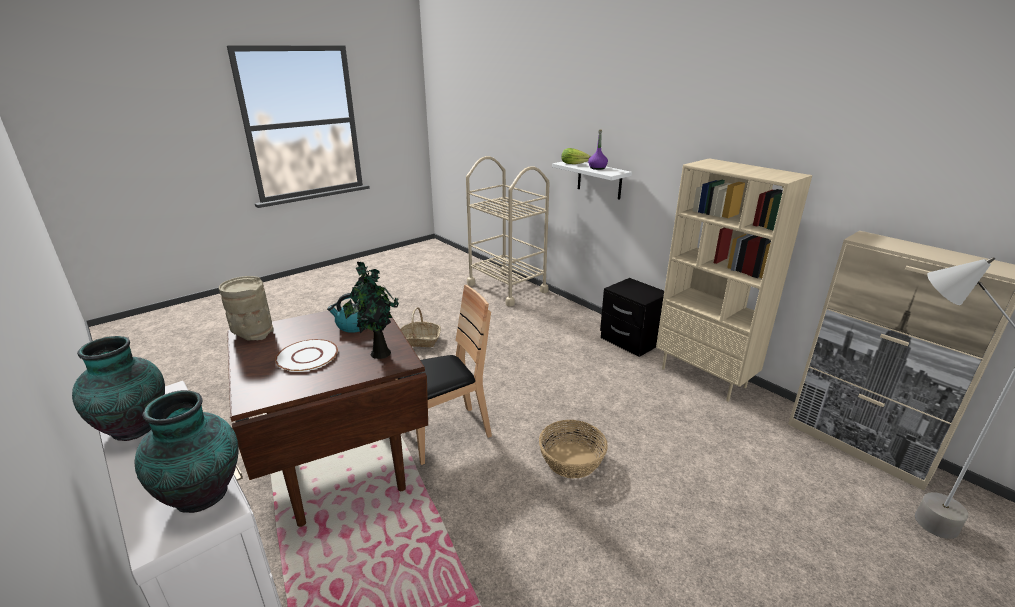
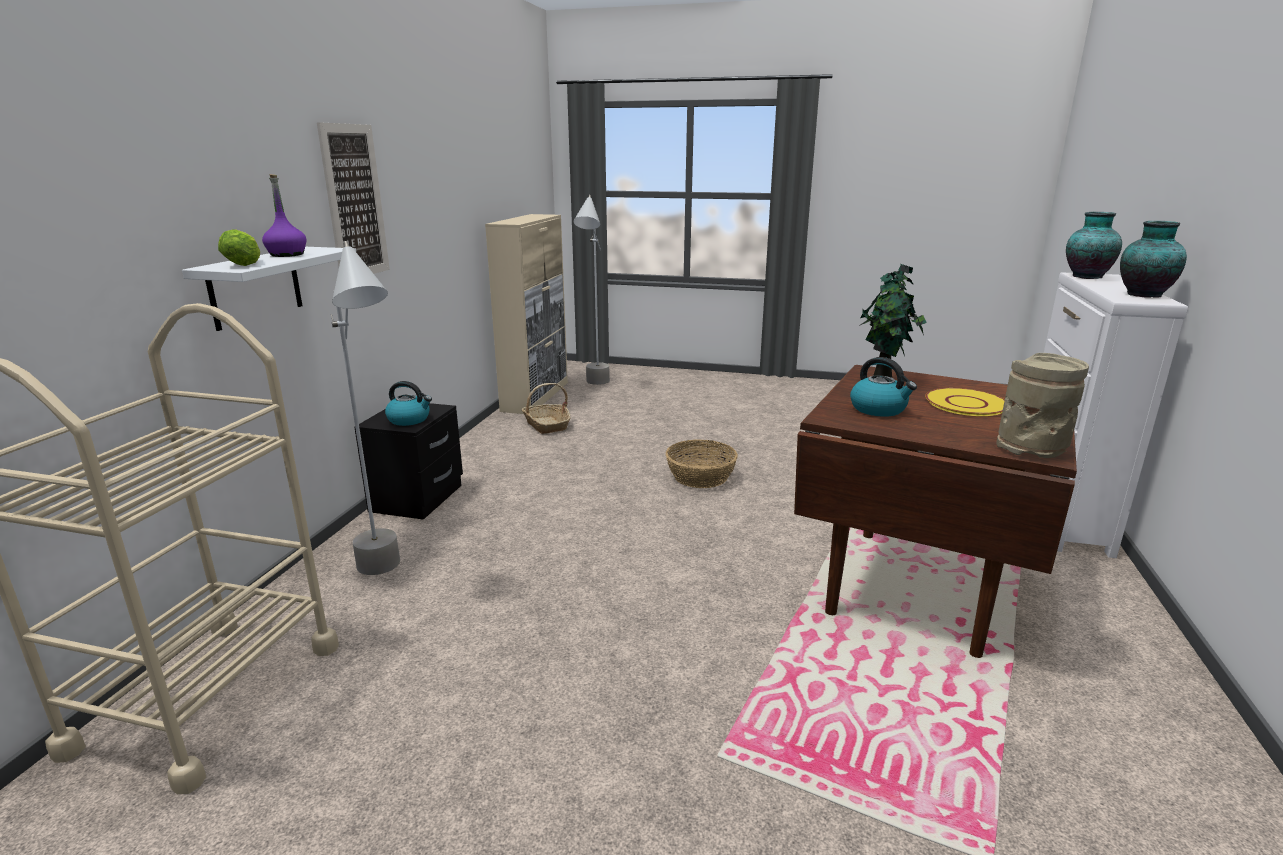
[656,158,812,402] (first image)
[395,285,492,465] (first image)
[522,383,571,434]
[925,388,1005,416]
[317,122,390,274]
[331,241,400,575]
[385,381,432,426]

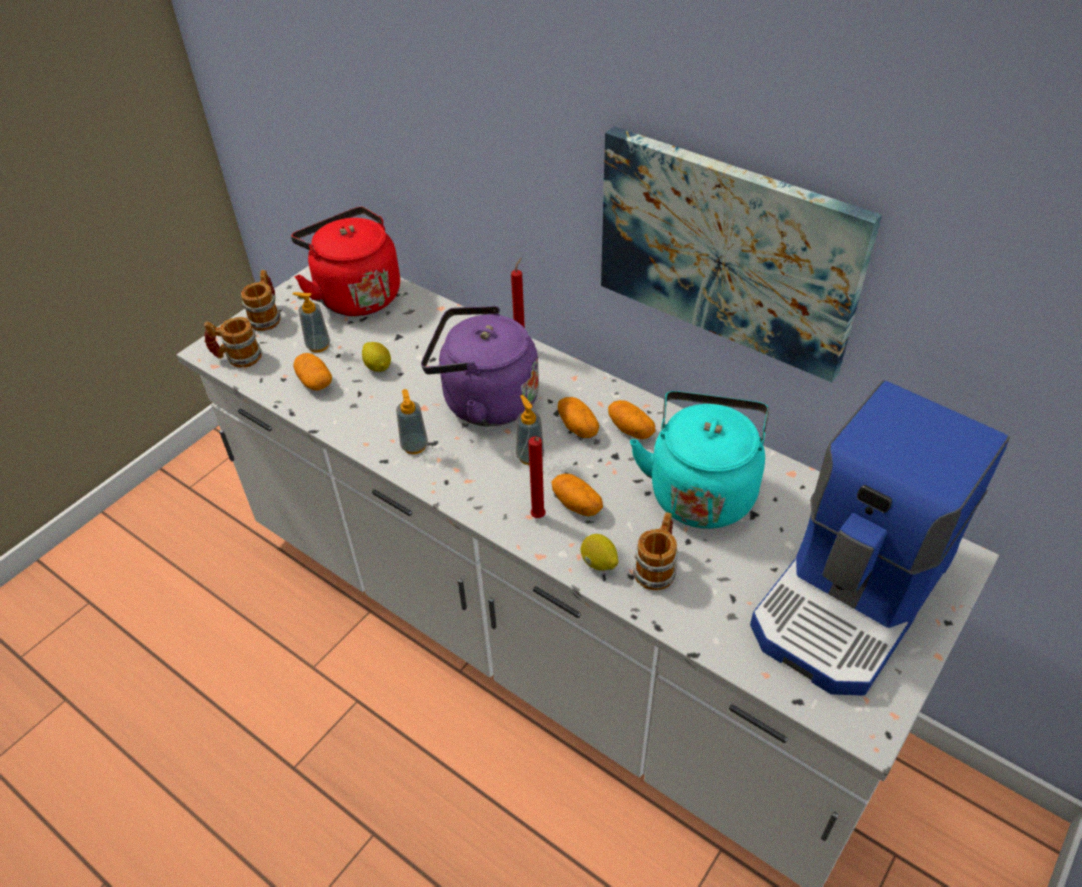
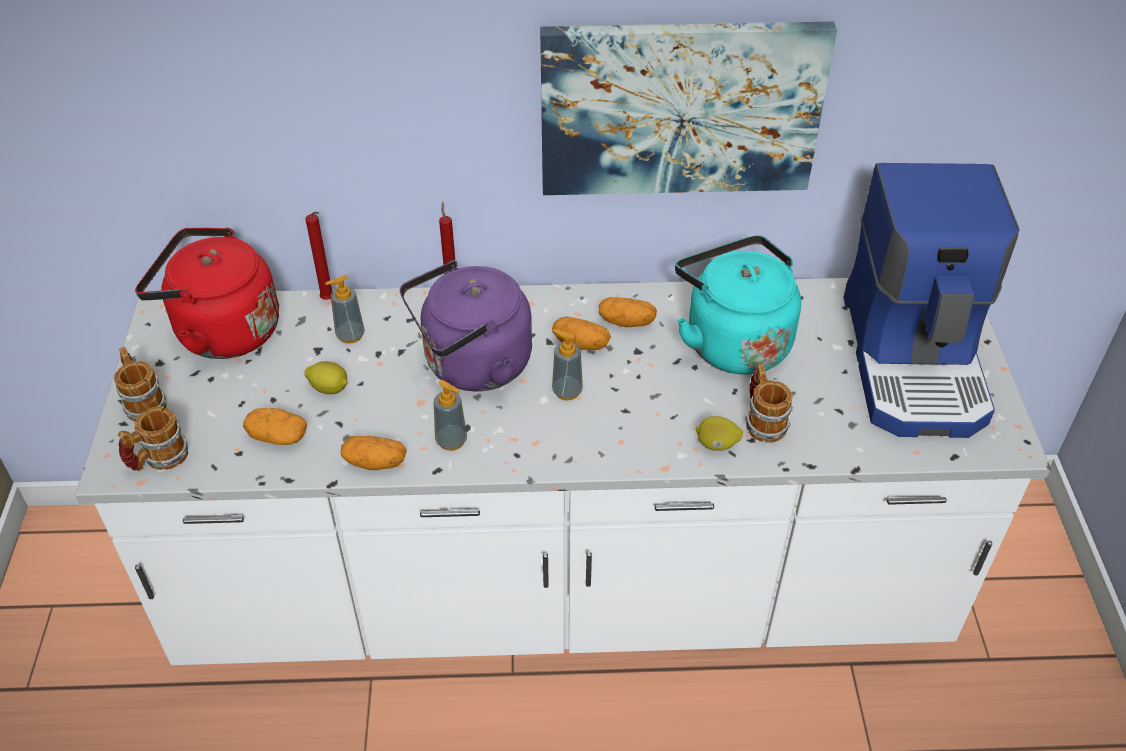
[325,275,365,344]
[305,212,333,300]
[341,436,407,470]

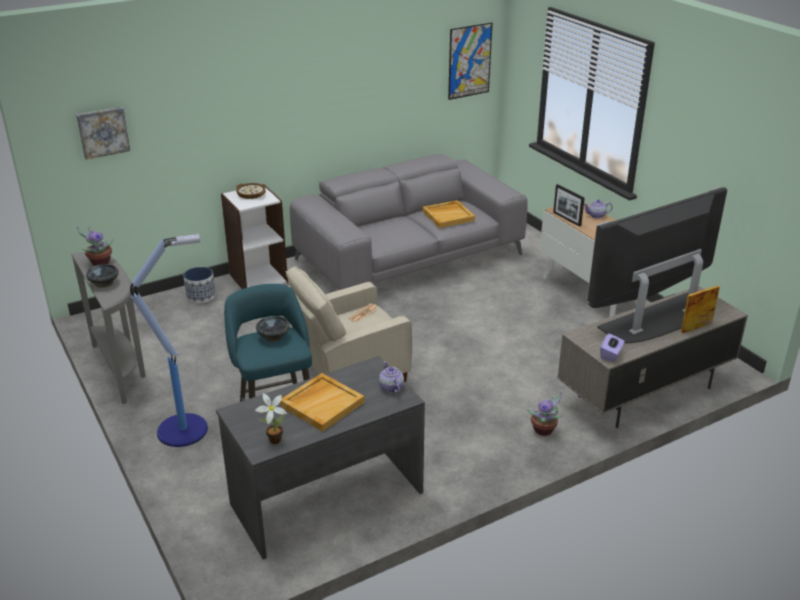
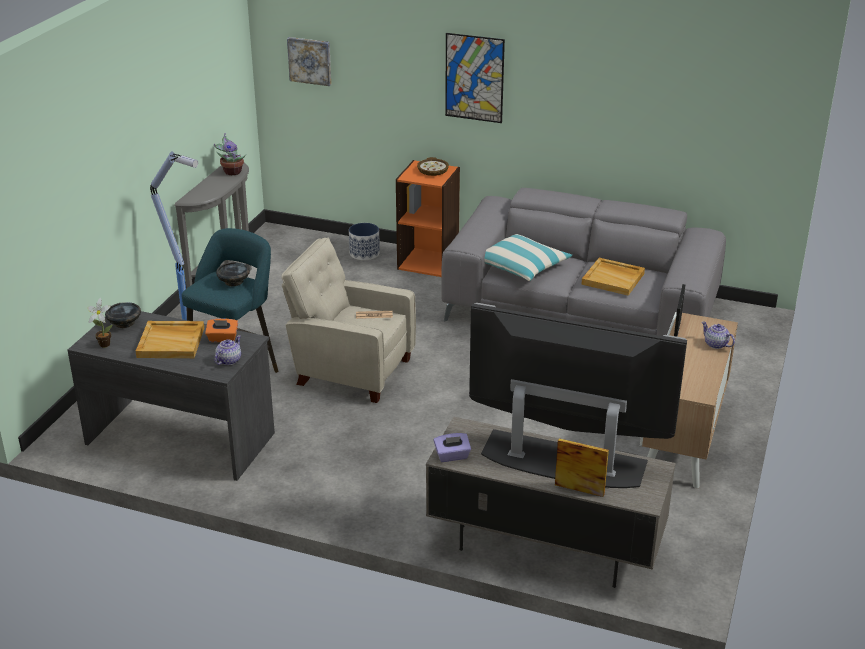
[445,33,505,123]
[396,160,460,277]
[105,302,141,328]
[527,391,562,436] (first image)
[484,234,572,281]
[205,318,238,342]

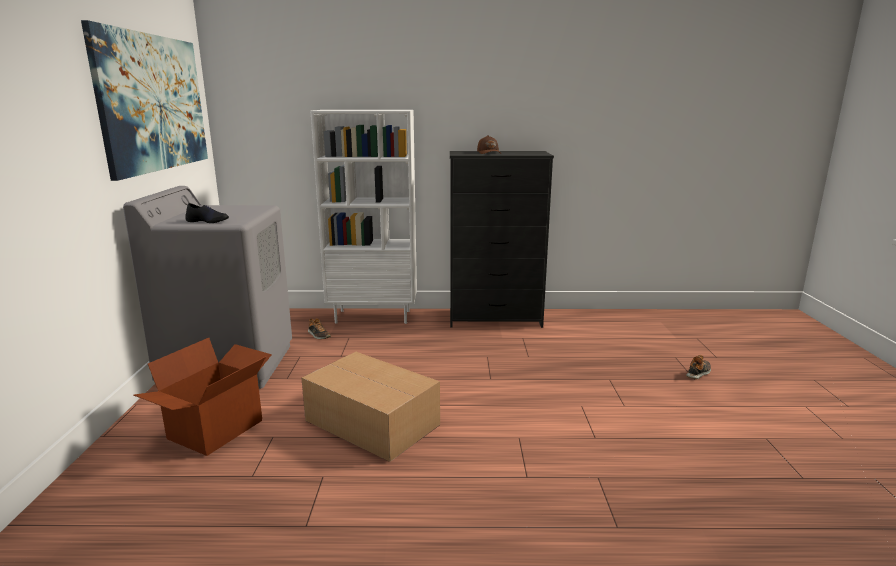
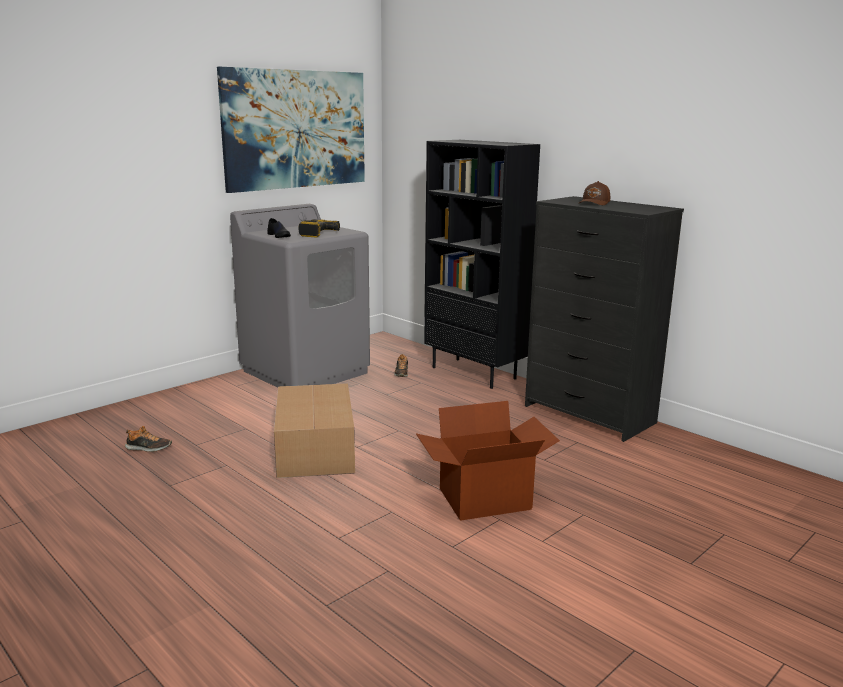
[424,140,540,389]
[416,401,560,521]
[125,426,172,452]
[298,219,340,238]

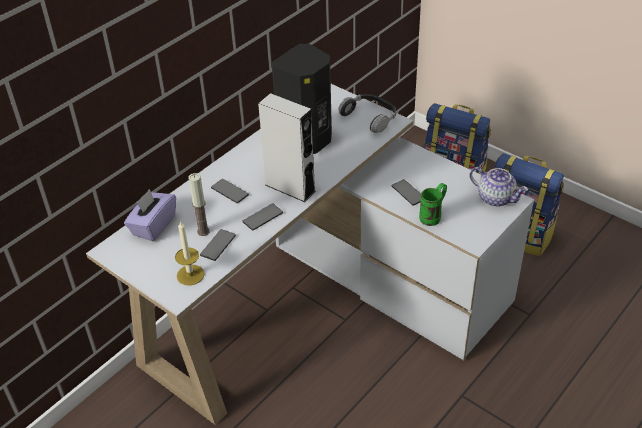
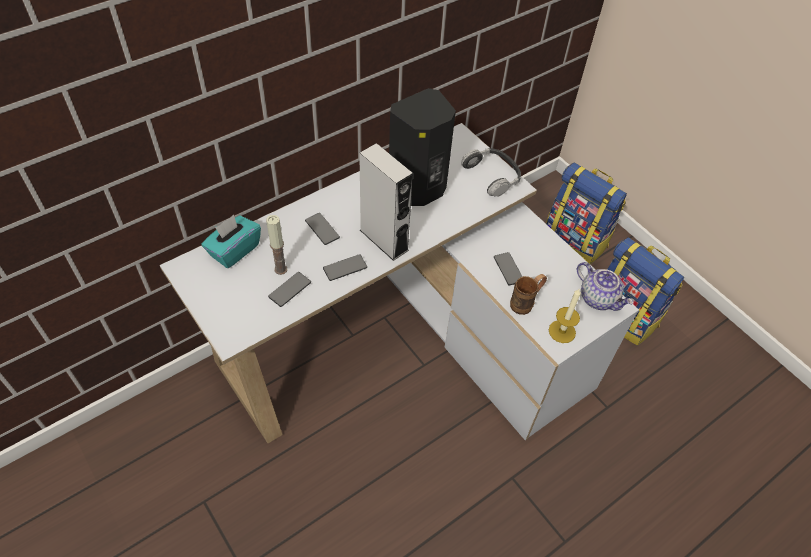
[510,274,547,315]
[201,215,261,268]
[549,289,581,343]

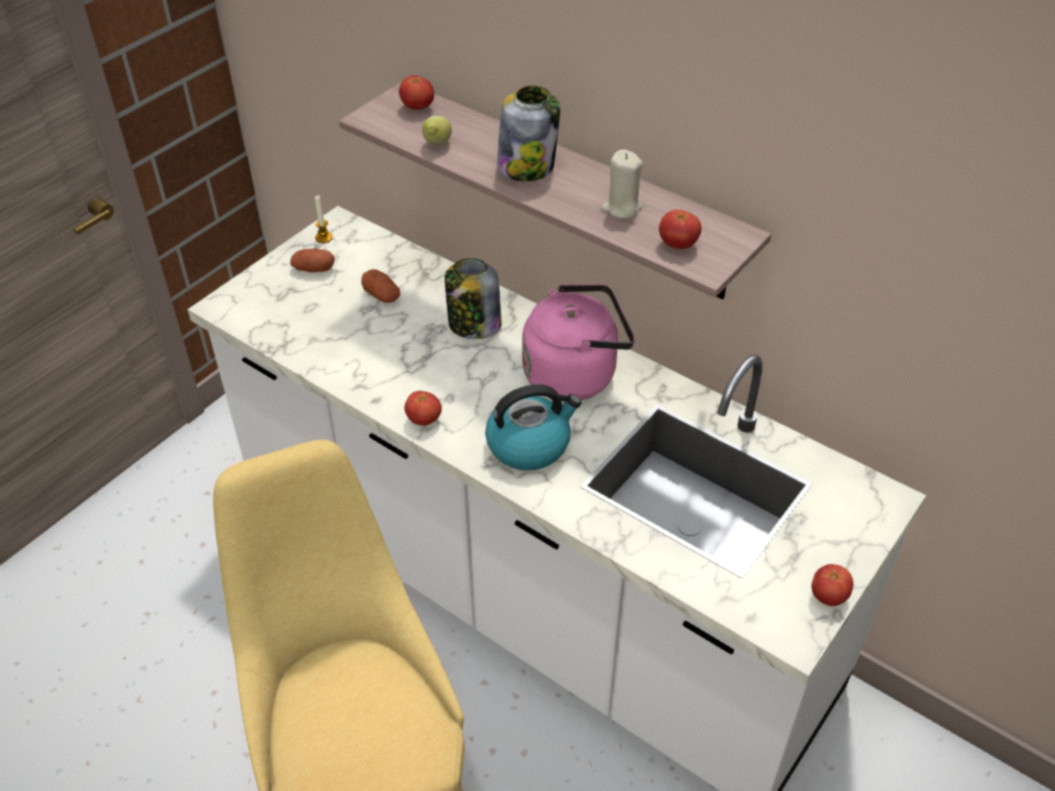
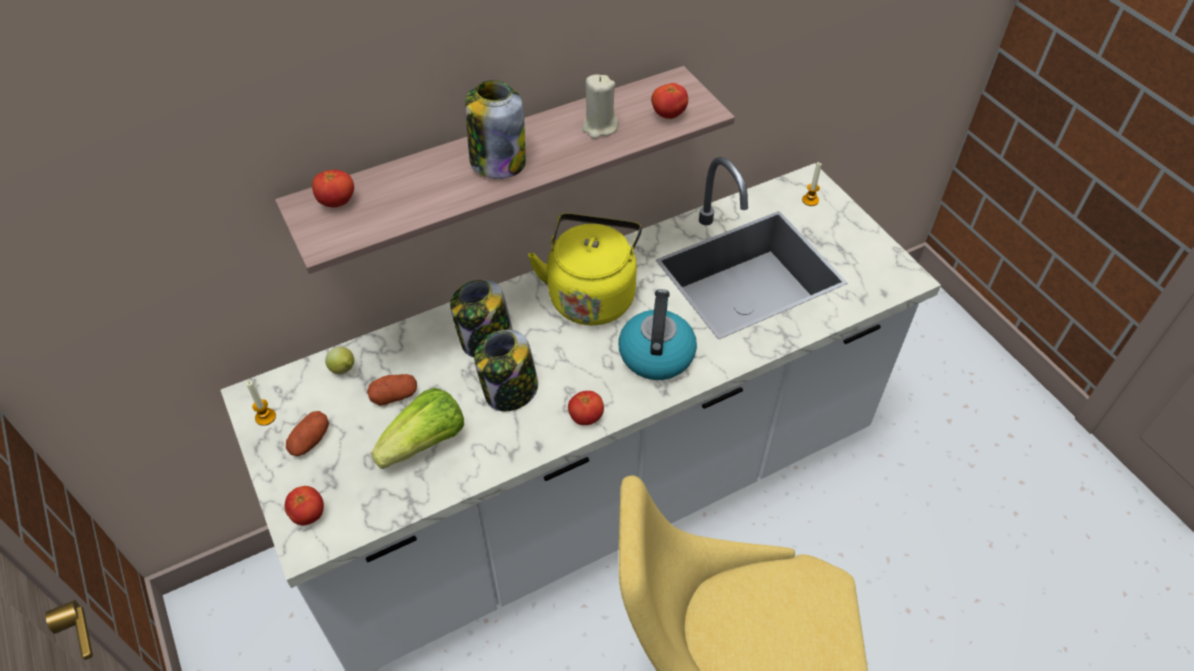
[325,347,354,374]
[528,213,642,325]
[285,486,324,525]
[802,162,821,206]
[474,330,538,411]
[371,388,464,469]

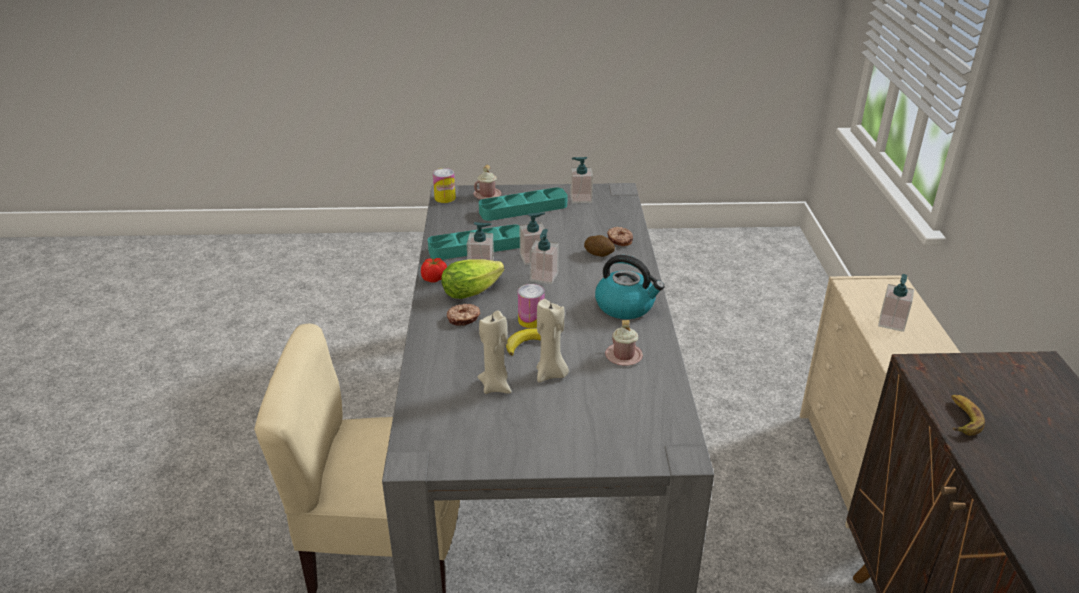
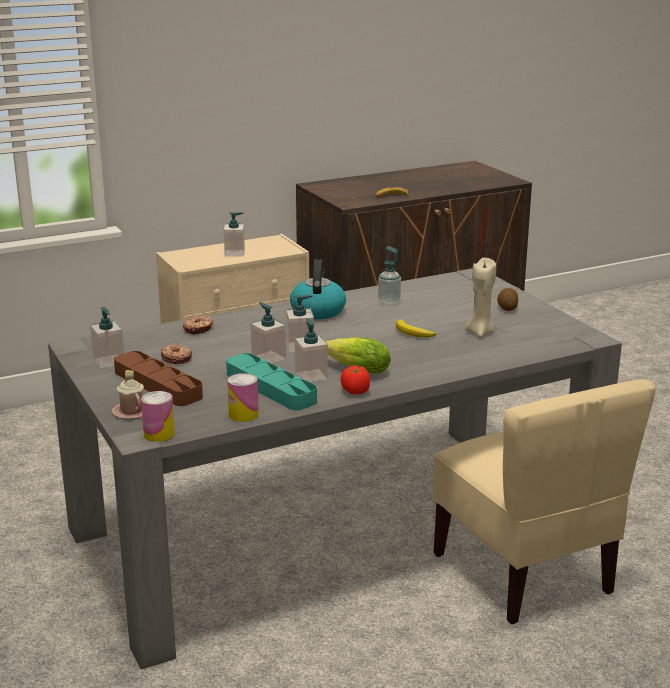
[114,351,203,406]
[497,288,518,311]
[227,373,259,422]
[536,299,569,383] (first image)
[161,344,192,364]
[378,246,401,305]

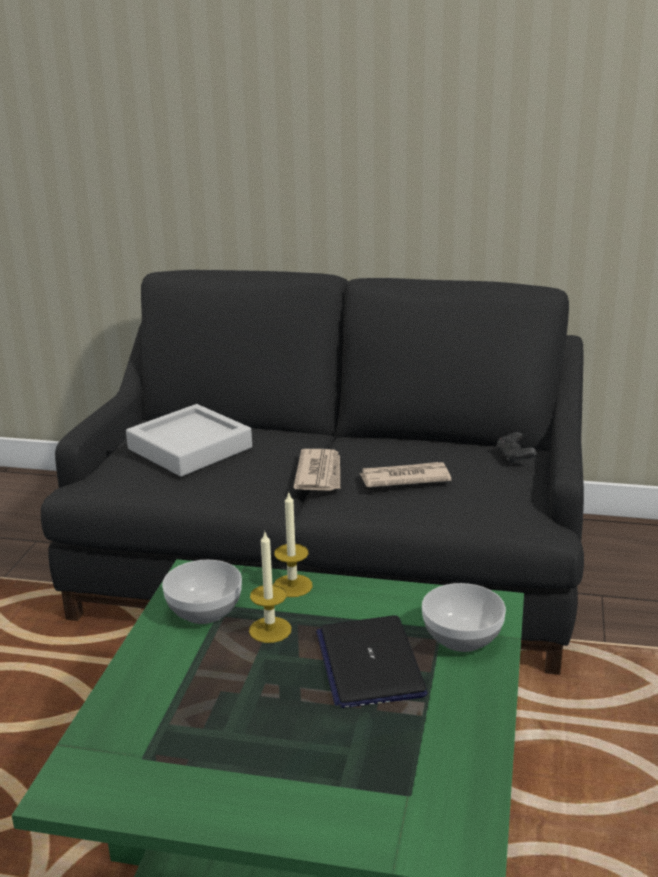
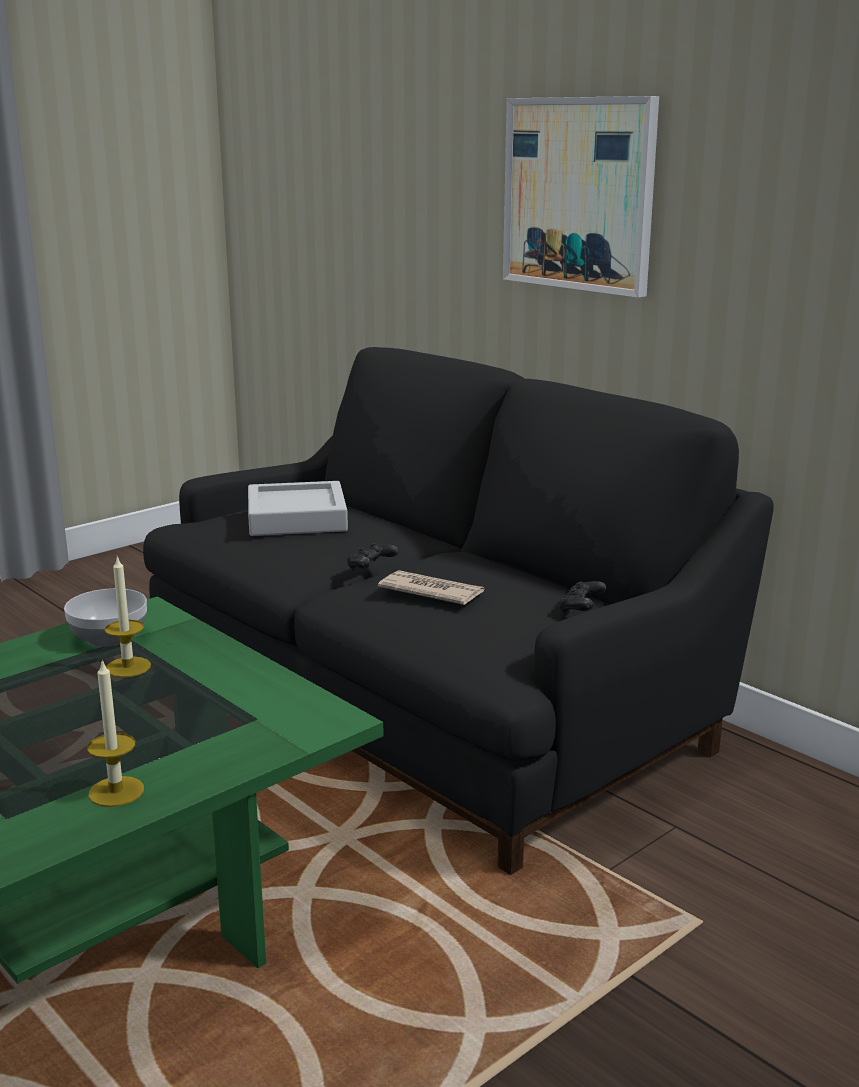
[347,543,399,570]
[87,659,144,807]
[422,583,506,652] (first image)
[316,615,428,708] (first image)
[503,96,659,298]

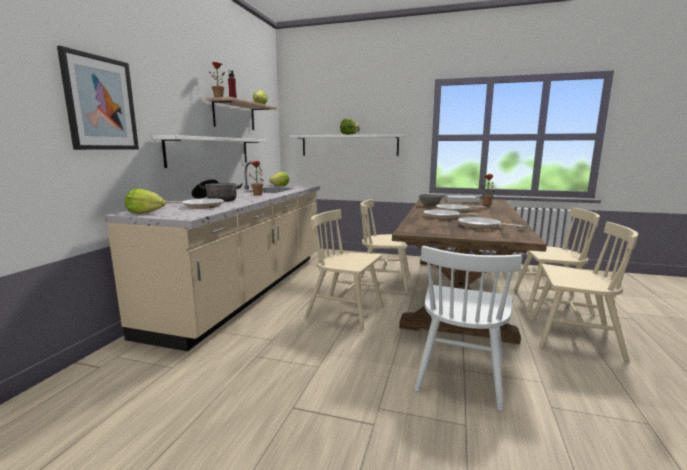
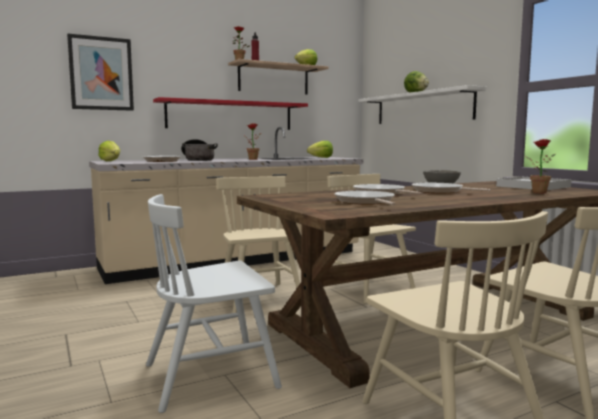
[153,97,308,130]

